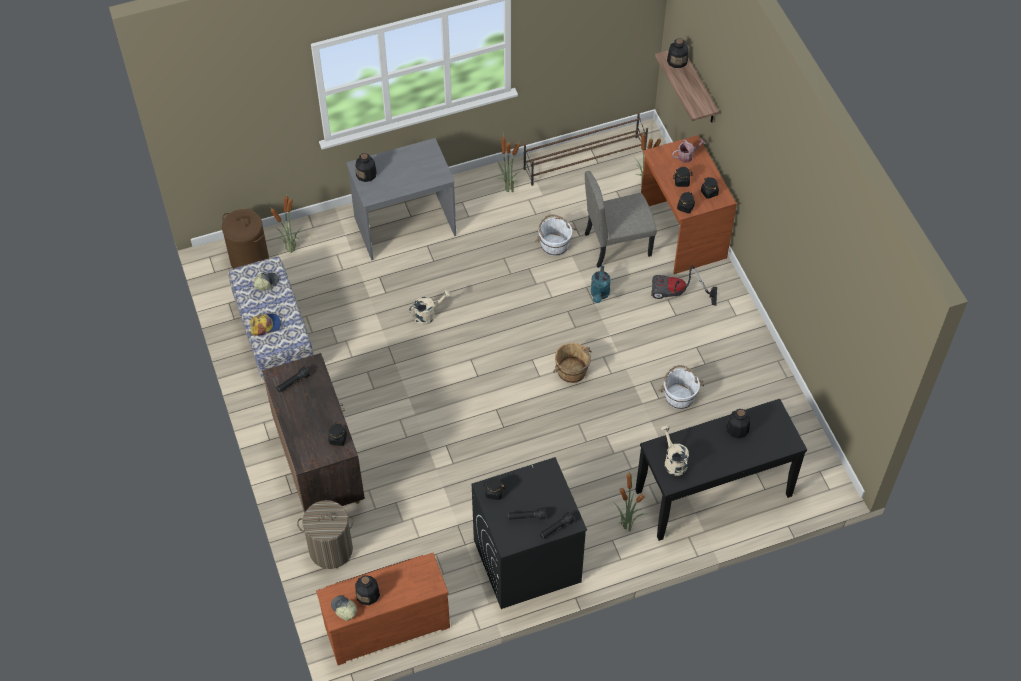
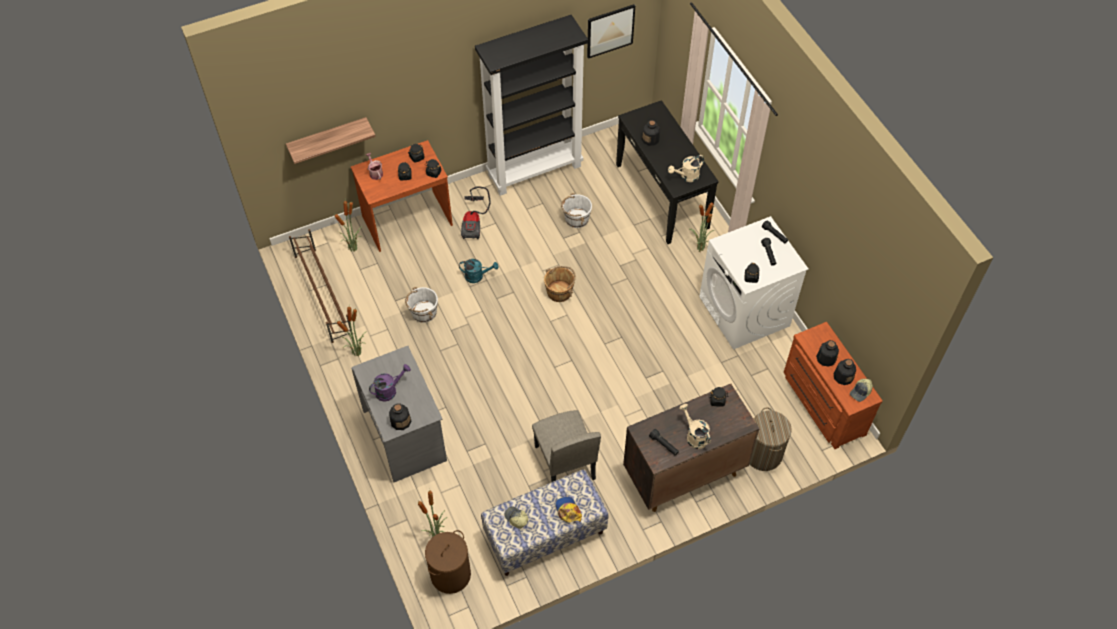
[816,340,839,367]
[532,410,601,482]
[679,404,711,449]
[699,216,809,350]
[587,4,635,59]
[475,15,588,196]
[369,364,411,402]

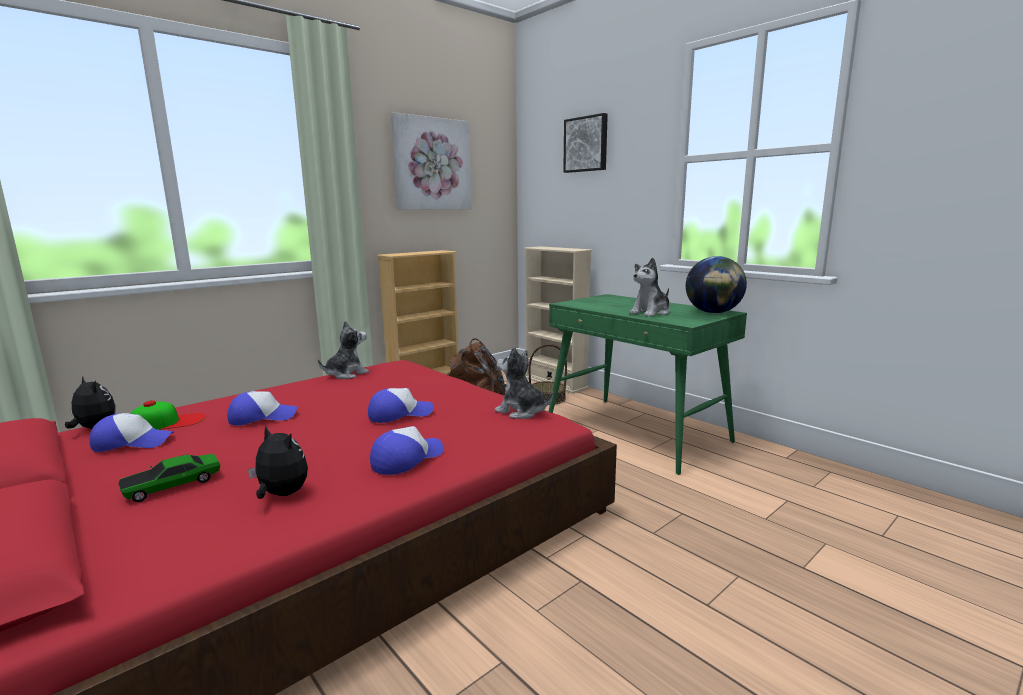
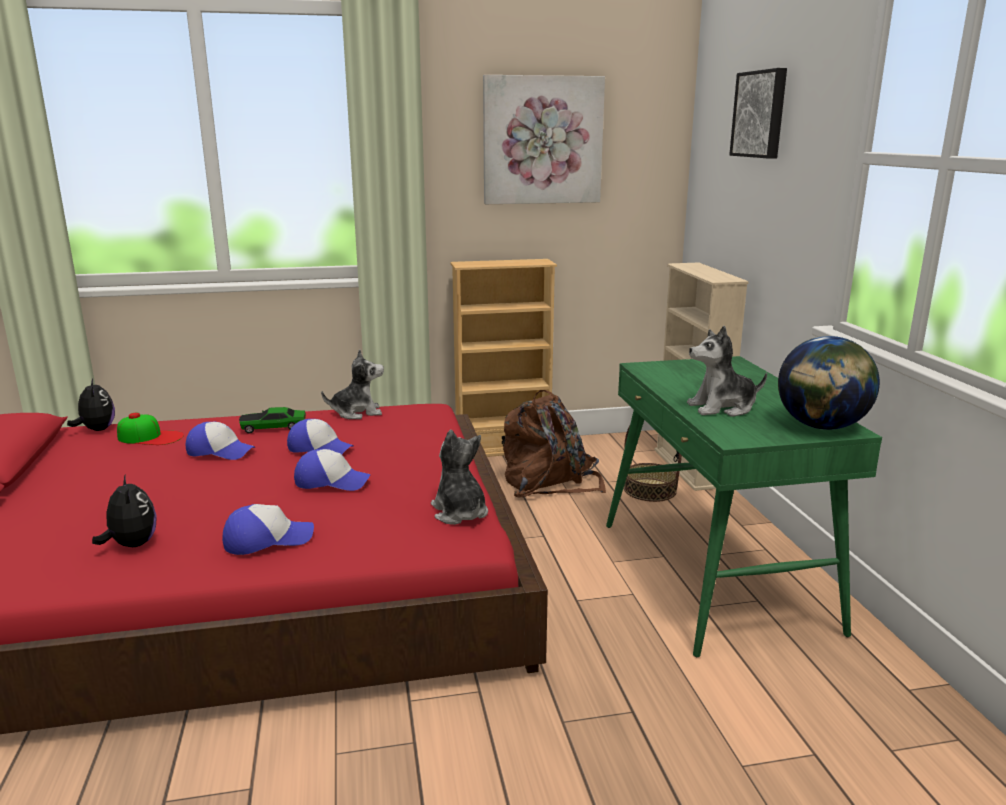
[287,419,354,454]
[239,407,306,434]

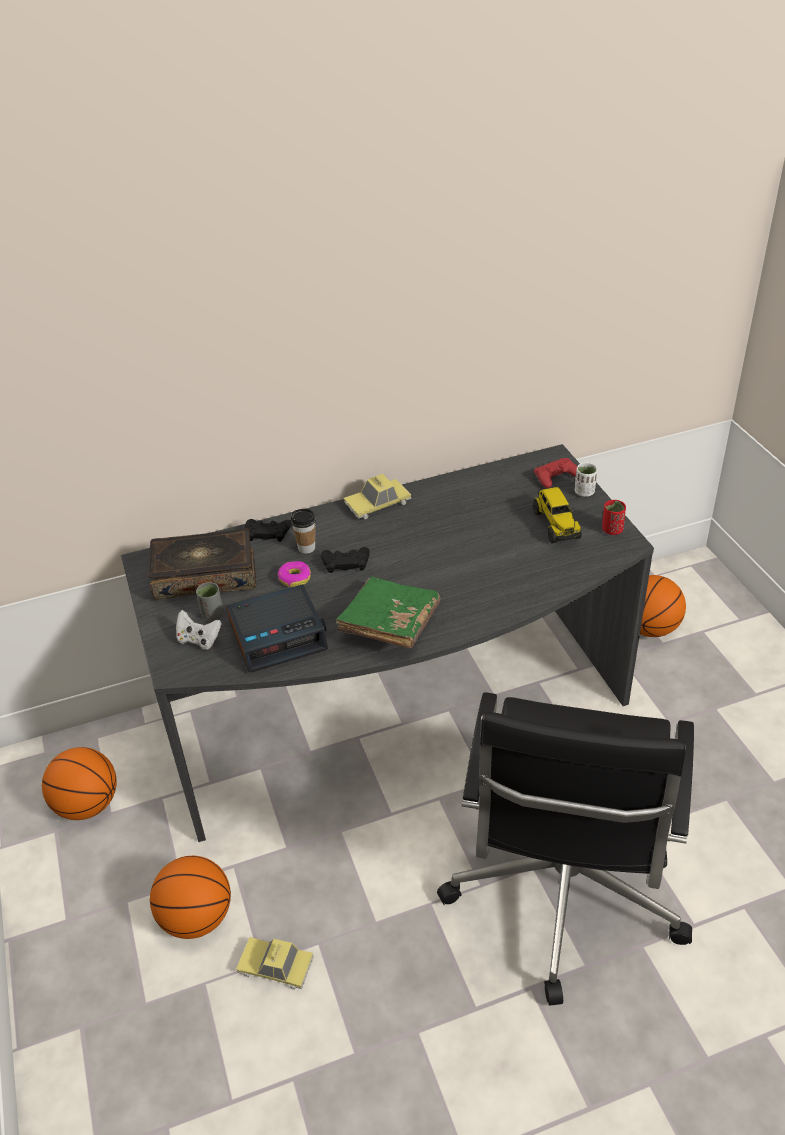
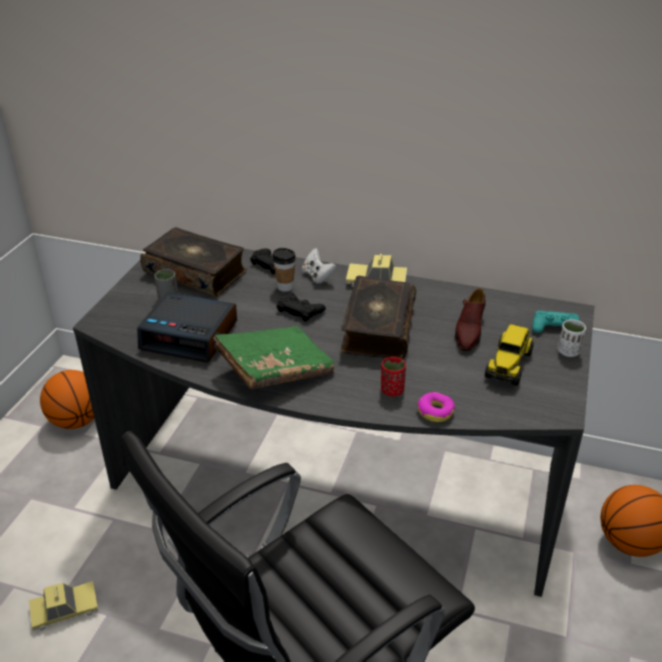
[532,311,580,333]
[381,357,406,396]
[417,392,455,422]
[302,248,336,284]
[150,856,231,939] (first image)
[29,581,98,631]
[341,276,416,359]
[455,288,485,351]

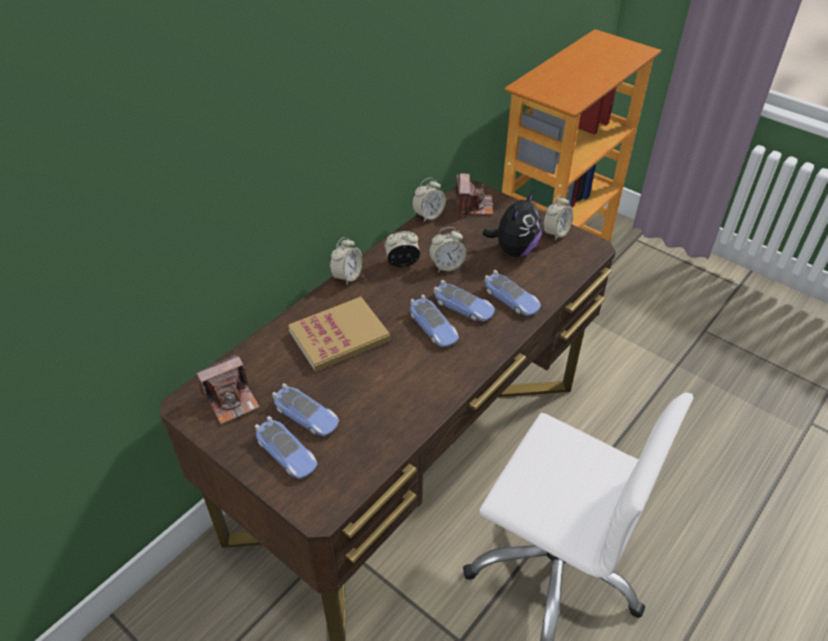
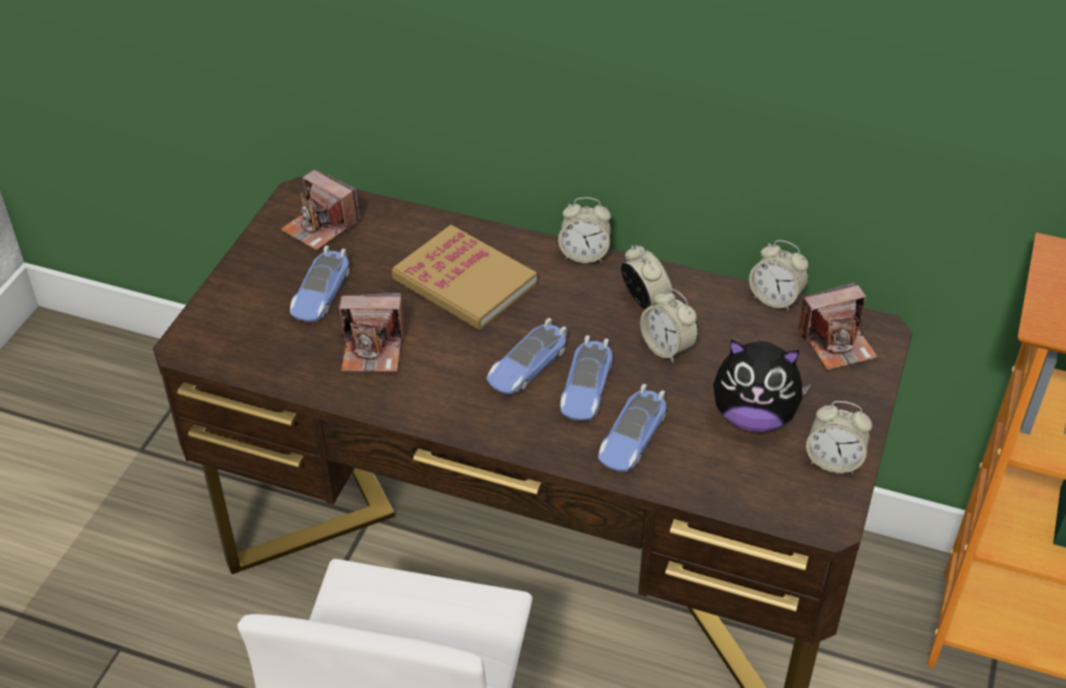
[255,416,317,479] (first image)
[338,293,405,372]

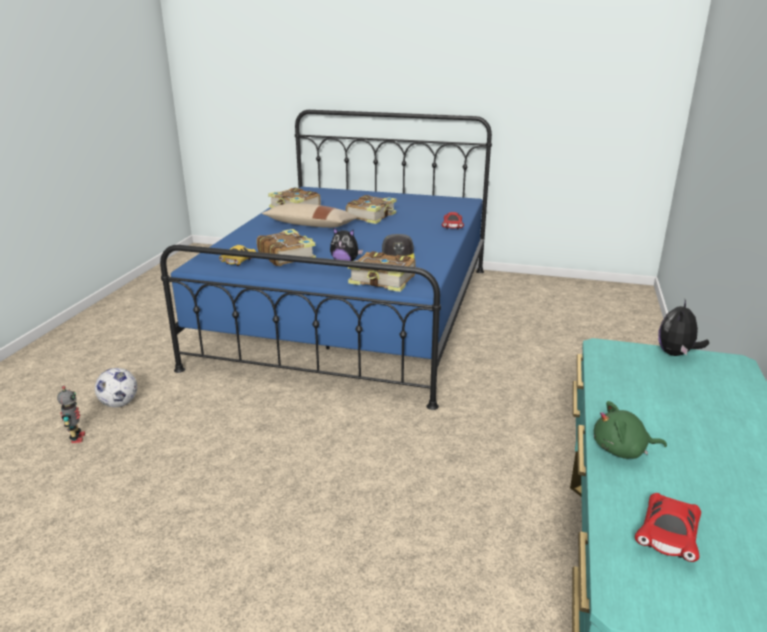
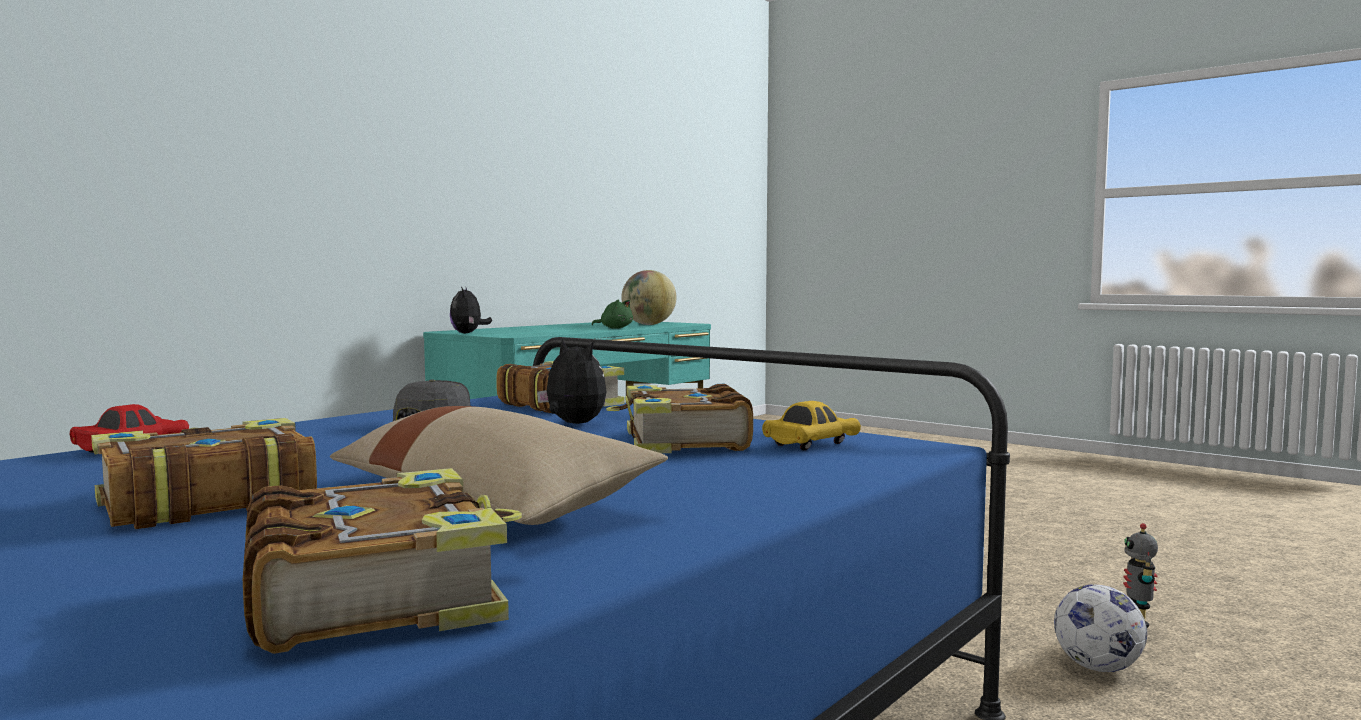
[450,286,492,334]
[621,270,676,325]

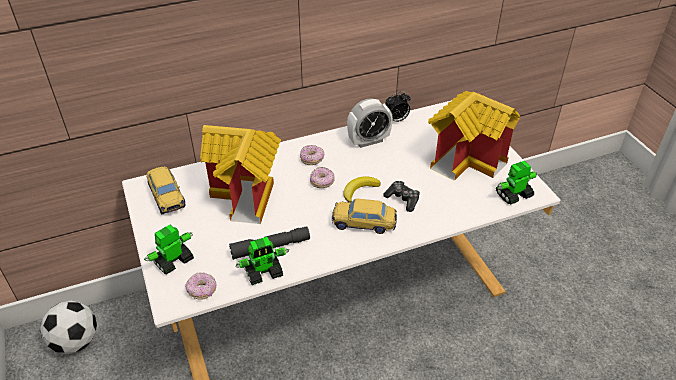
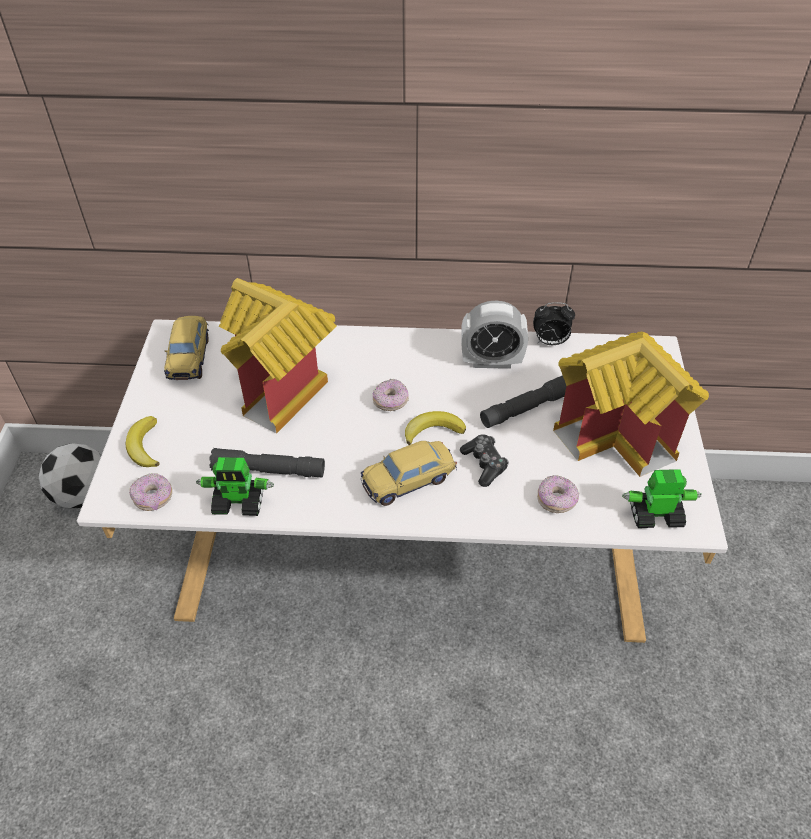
[537,475,579,513]
[361,441,457,506]
[126,416,160,467]
[480,375,566,428]

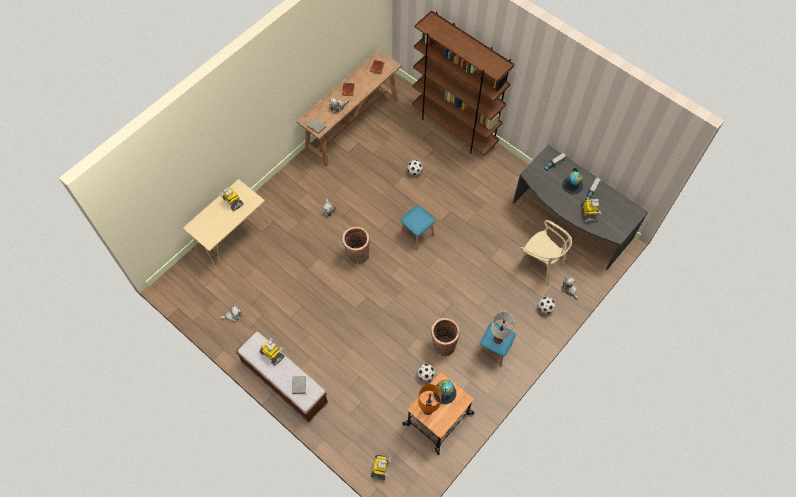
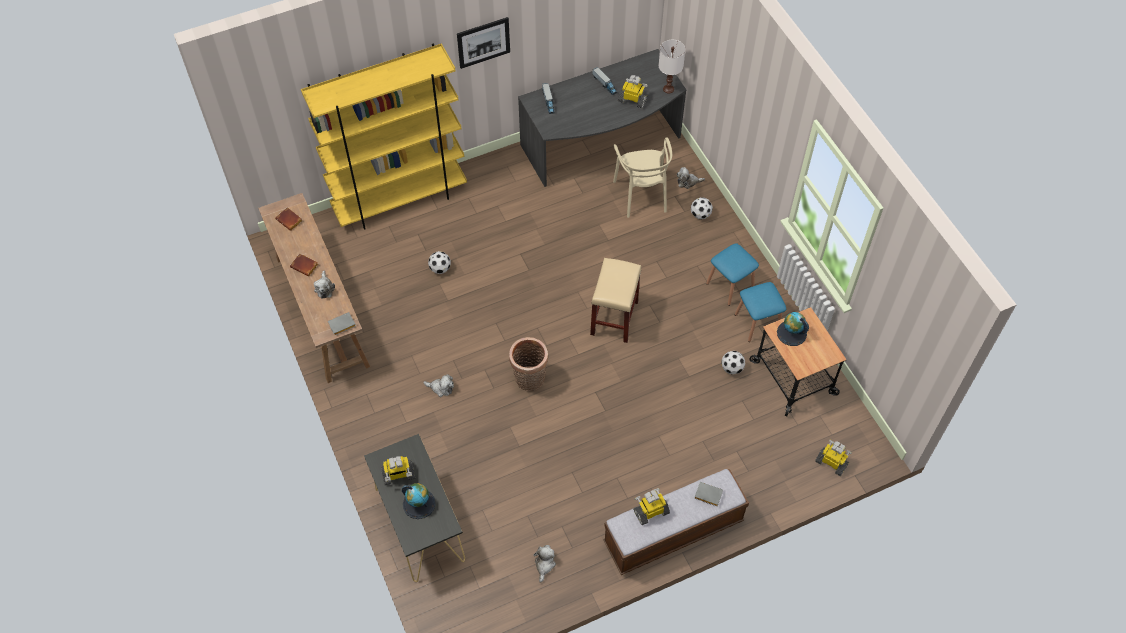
[301,43,467,229]
[402,483,436,519]
[364,434,465,582]
[735,282,786,342]
[613,137,672,218]
[659,40,686,94]
[431,318,460,356] (first image)
[418,384,442,415] (first image)
[457,17,510,69]
[590,258,641,343]

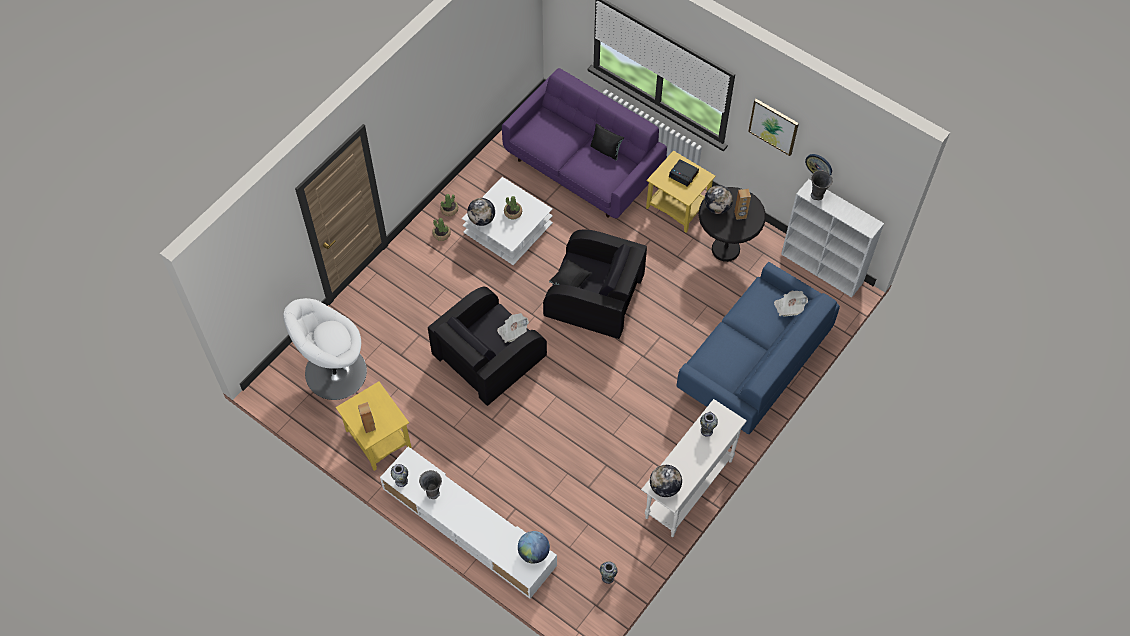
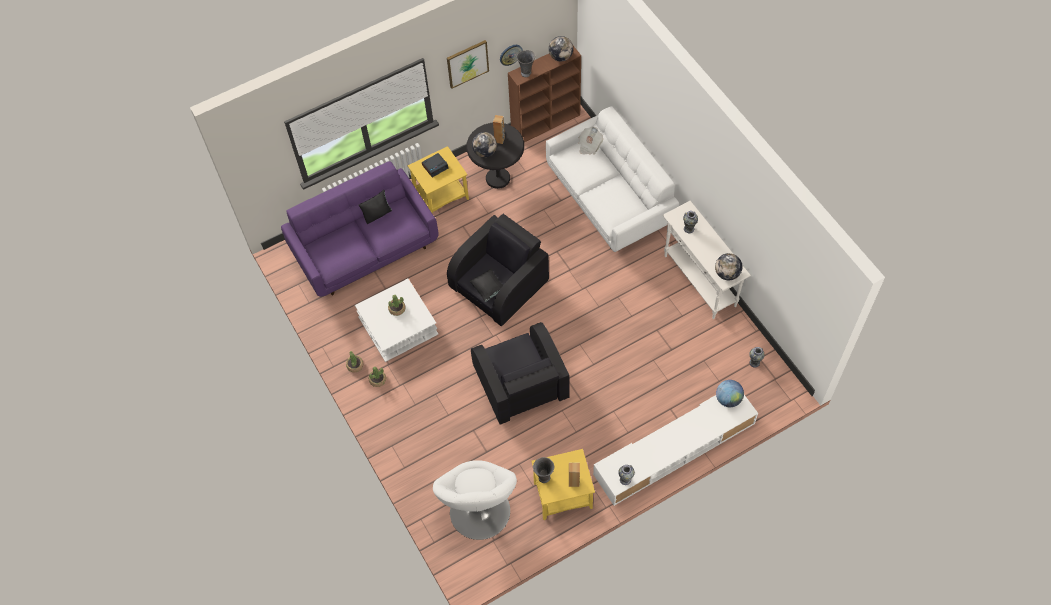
[508,46,581,142]
[549,36,573,61]
[546,106,679,252]
[497,313,529,343] (first image)
[533,457,554,483]

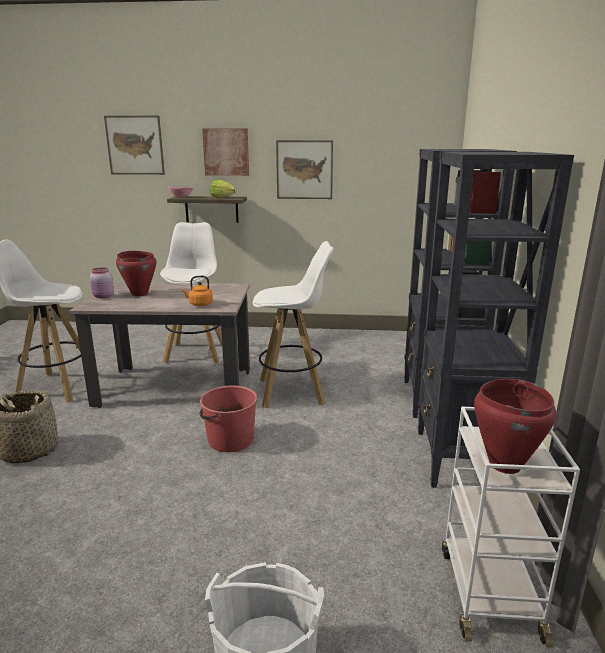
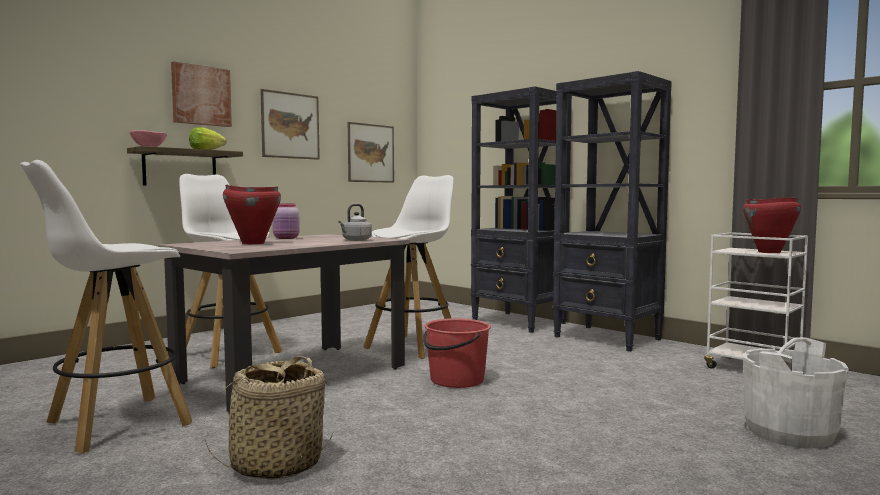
[348,122,394,183]
[273,203,300,239]
[338,204,372,241]

